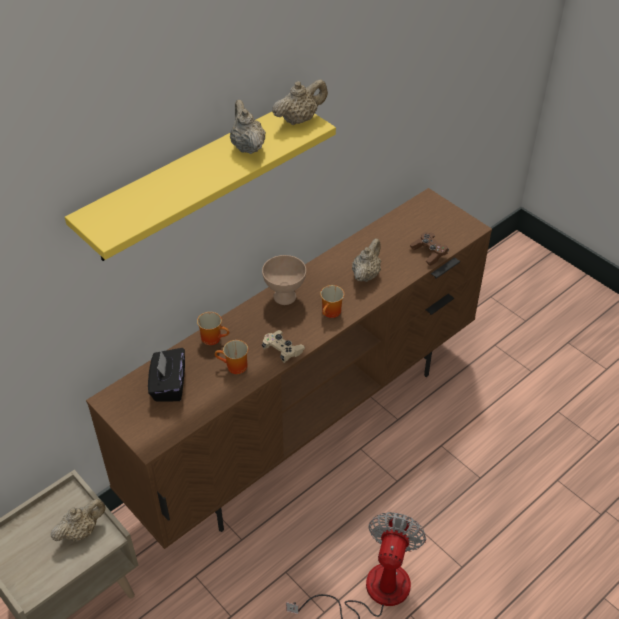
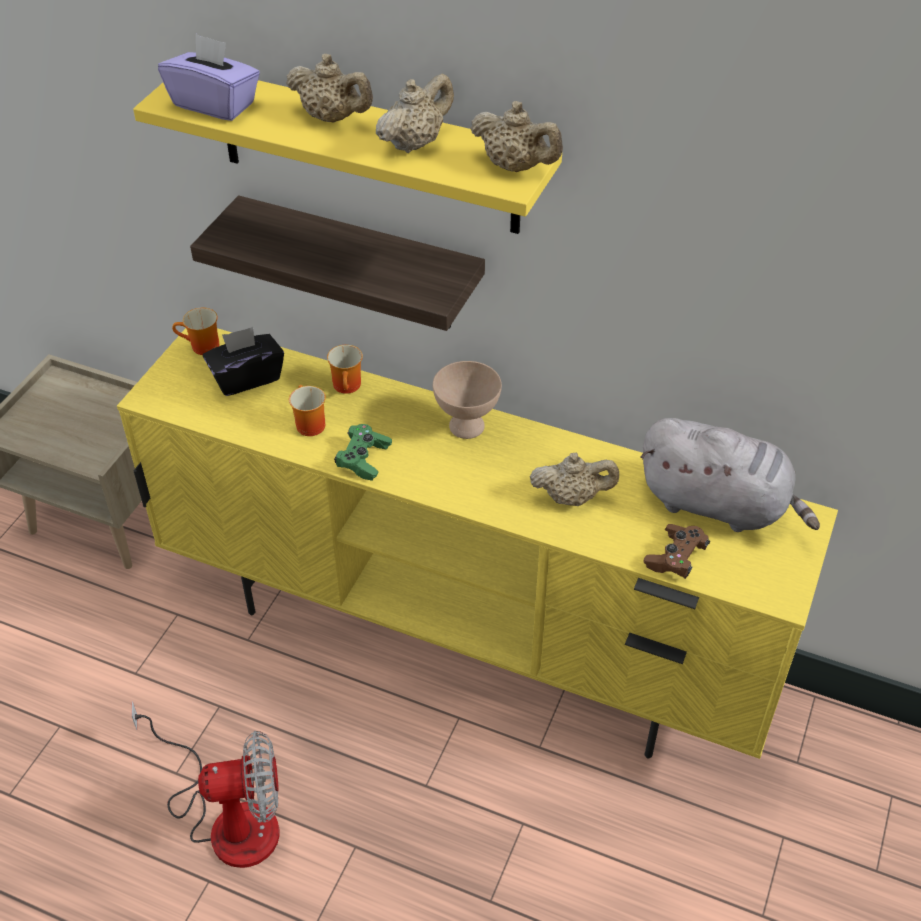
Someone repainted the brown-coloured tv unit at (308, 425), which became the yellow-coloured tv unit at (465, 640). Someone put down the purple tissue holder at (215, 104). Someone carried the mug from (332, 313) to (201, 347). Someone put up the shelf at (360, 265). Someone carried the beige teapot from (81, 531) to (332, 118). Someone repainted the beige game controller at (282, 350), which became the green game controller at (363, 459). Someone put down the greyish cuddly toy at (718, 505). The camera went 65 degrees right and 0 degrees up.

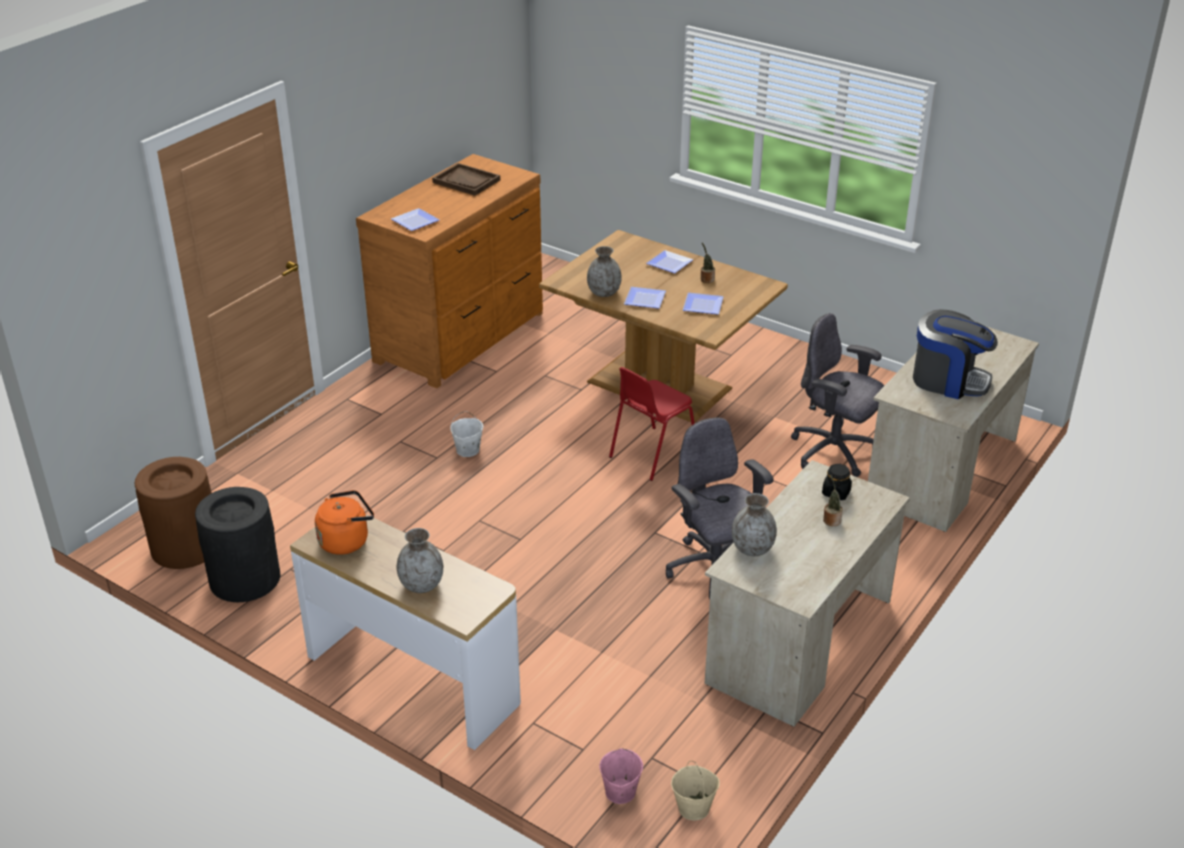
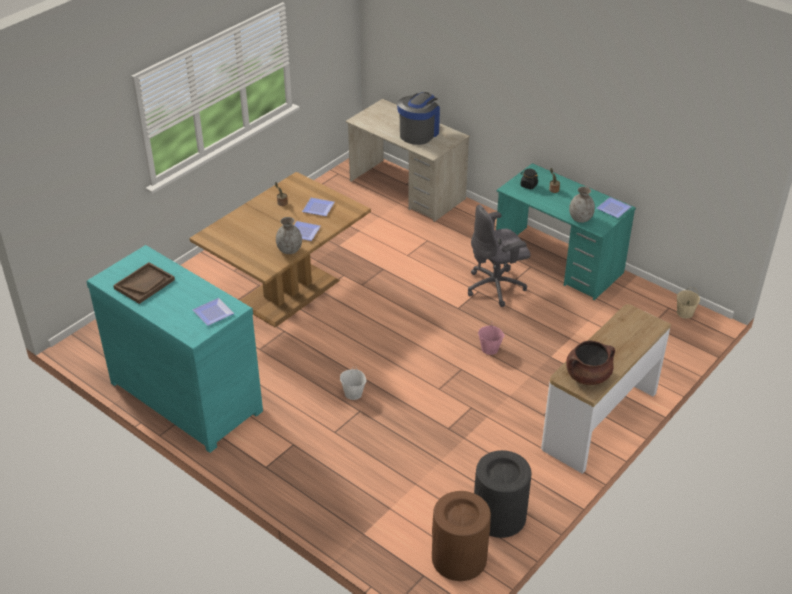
Someone repainted the brown-coloured dresser at (462, 337), which became the turquoise dresser at (188, 395). Someone carried the pink-coloured water bucket from (620, 792) to (490, 349). Someone repainted the beige desk at (799, 642), which became the turquoise desk at (558, 263). Someone swapped the orangey tea kettle at (346, 540) for the brown-coloured stockpot at (588, 376). Someone carried the plate from (671, 263) to (613, 208). Someone took away the greyish flower vase at (422, 585). Someone took away the red plain chair at (652, 454). Someone took away the greyish office chair at (834, 452). The camera went 85 degrees left and 5 degrees up.

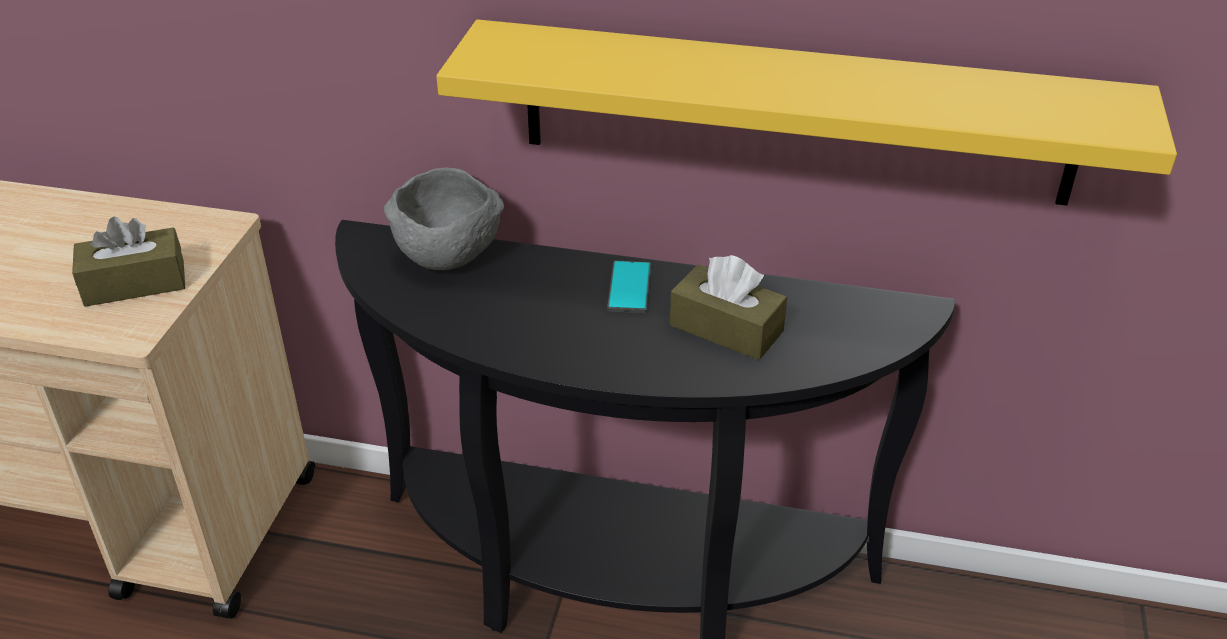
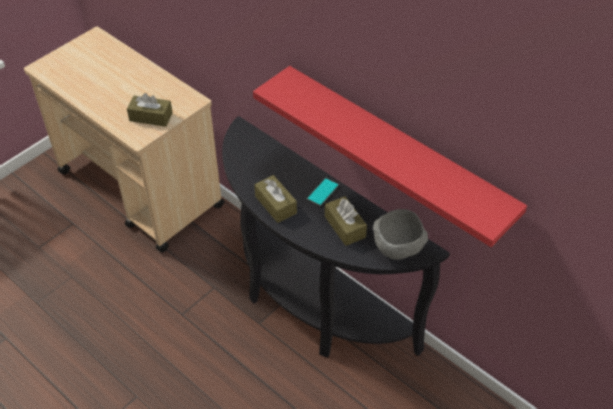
Someone repainted the yellow-coloured shelf at (794, 112), which became the red shelf at (396, 151). Someone put down the brown-coloured tissue holder at (275, 205). Someone carried the greyish bowl from (450, 256) to (399, 249). The camera went 30 degrees right and 10 degrees up.

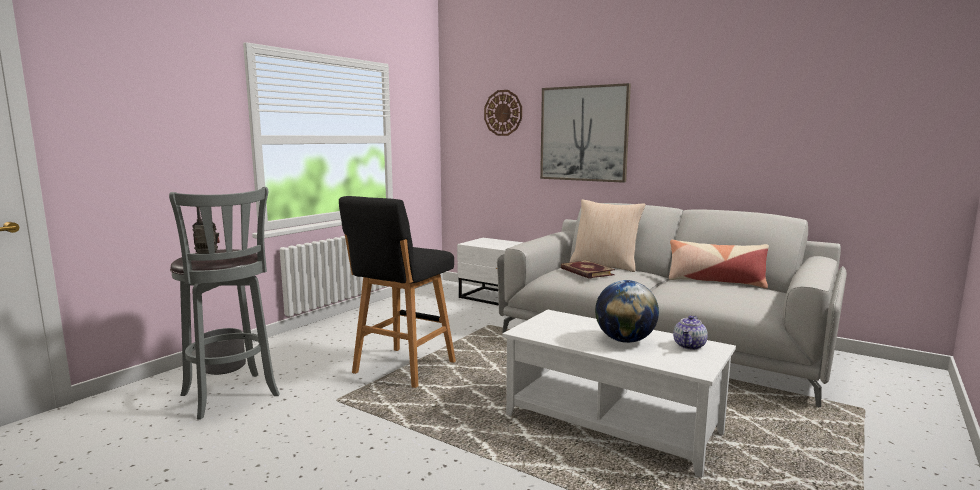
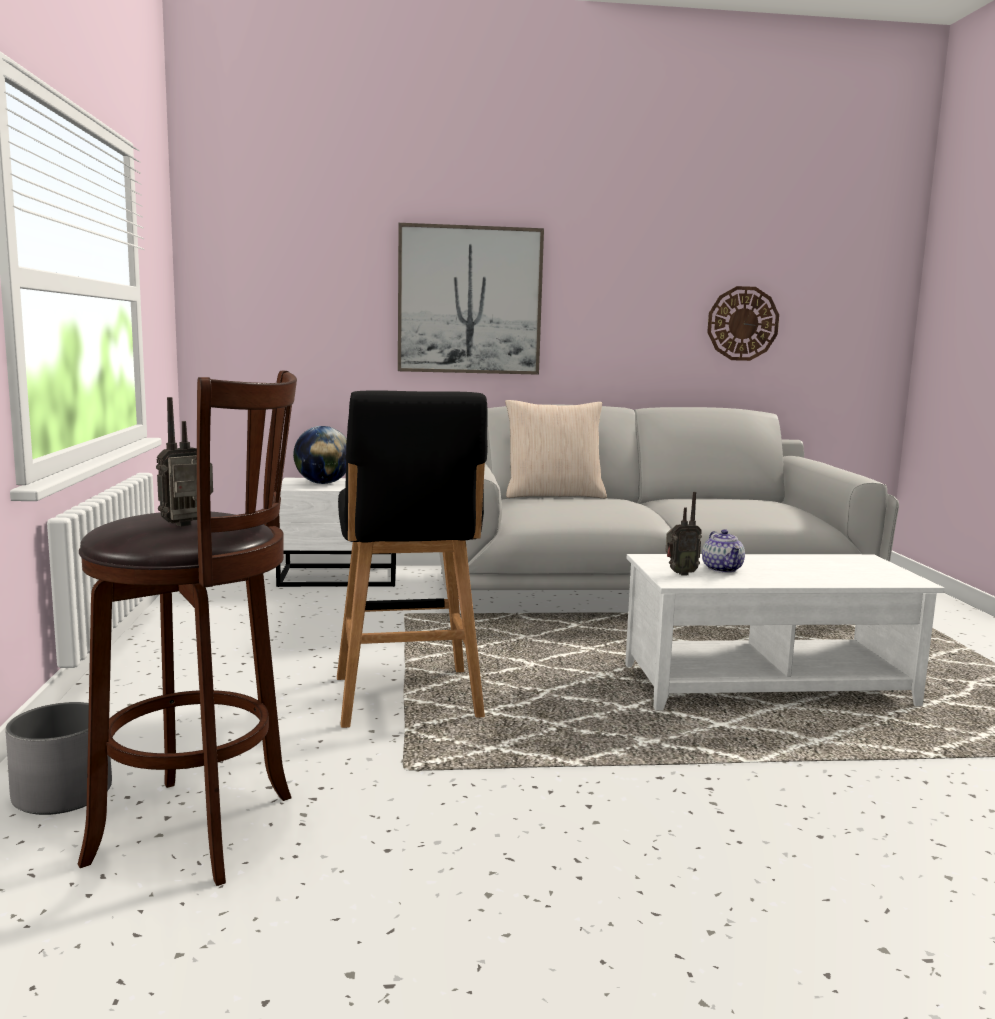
Someone repainted the greyish stool seat at (232, 397), which became the brown-coloured stool seat at (203, 830). Someone carried the globe from (625, 340) to (323, 483). Someone put down the radio at (679, 573). Someone carried the teapot from (689, 346) to (722, 569). Someone carried the clock on the wall from (503, 113) to (742, 323). Someone took away the book at (586, 272). Someone took away the pillow at (715, 281). The camera went 40 degrees left and 0 degrees up.

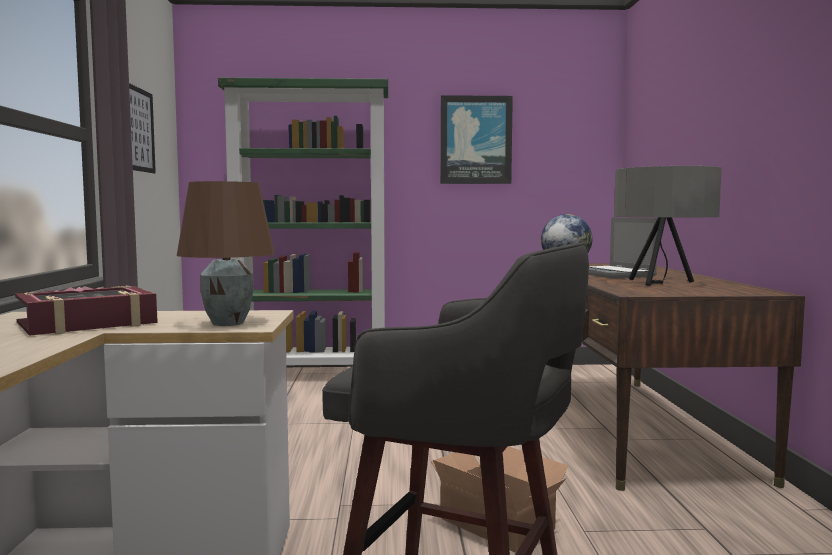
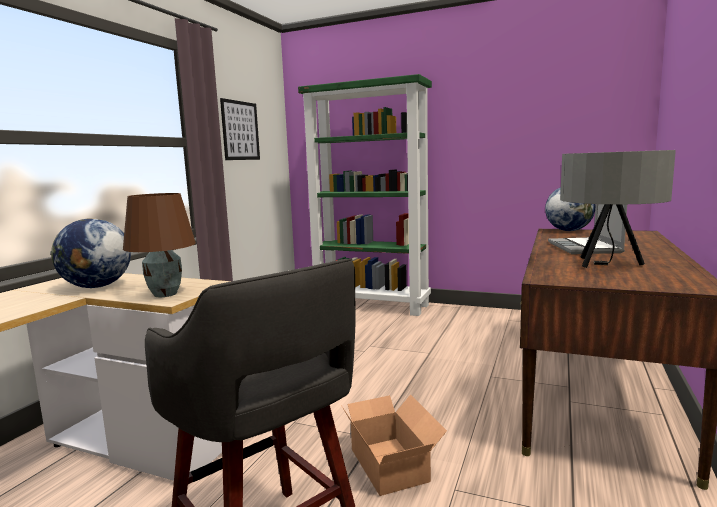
Someone swapped the book at (87, 323) for the globe at (96, 287). Someone took away the wall picture at (475, 140). The camera went 25 degrees right and 5 degrees up.

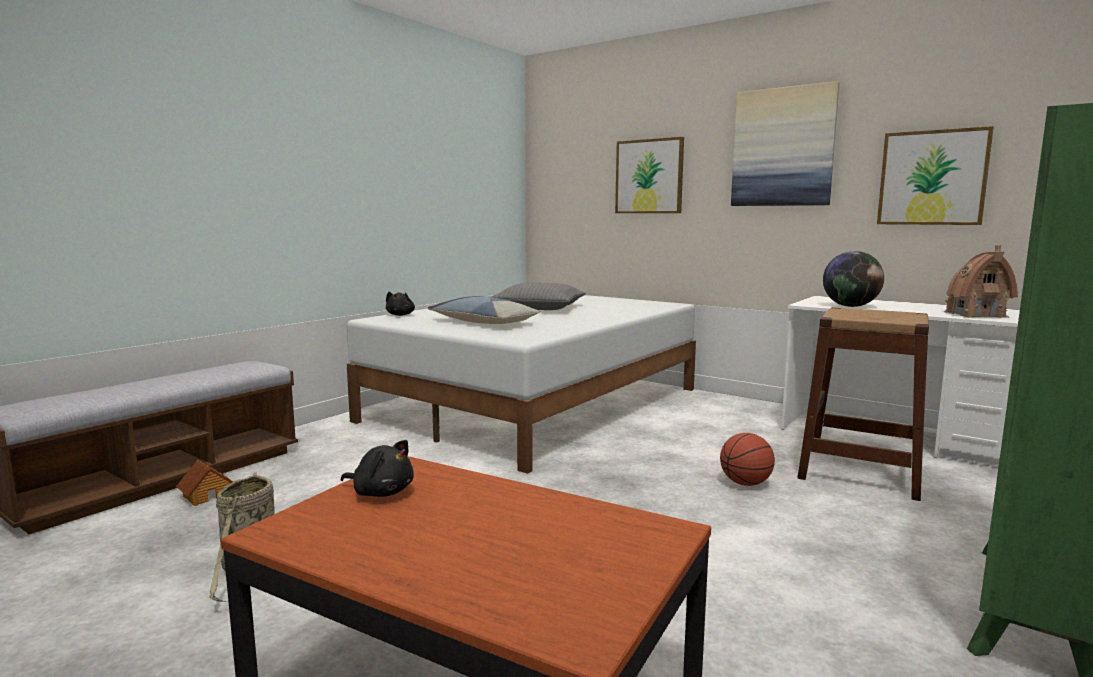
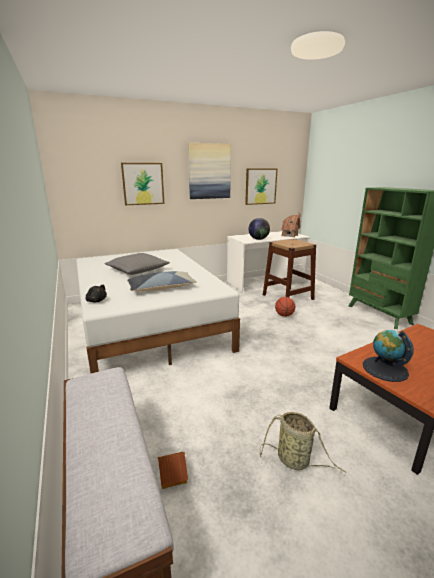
Someone swapped the black-coloured cuddly toy at (381, 492) for the globe at (384, 369). The camera went 60 degrees left and 10 degrees up.

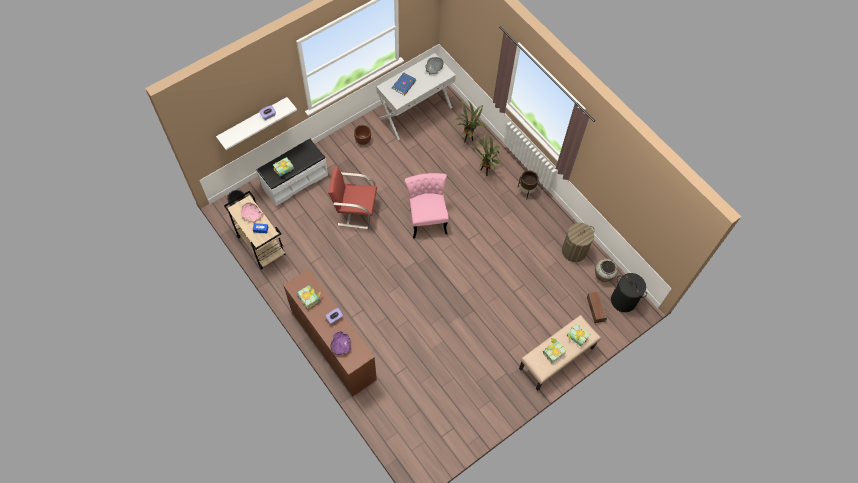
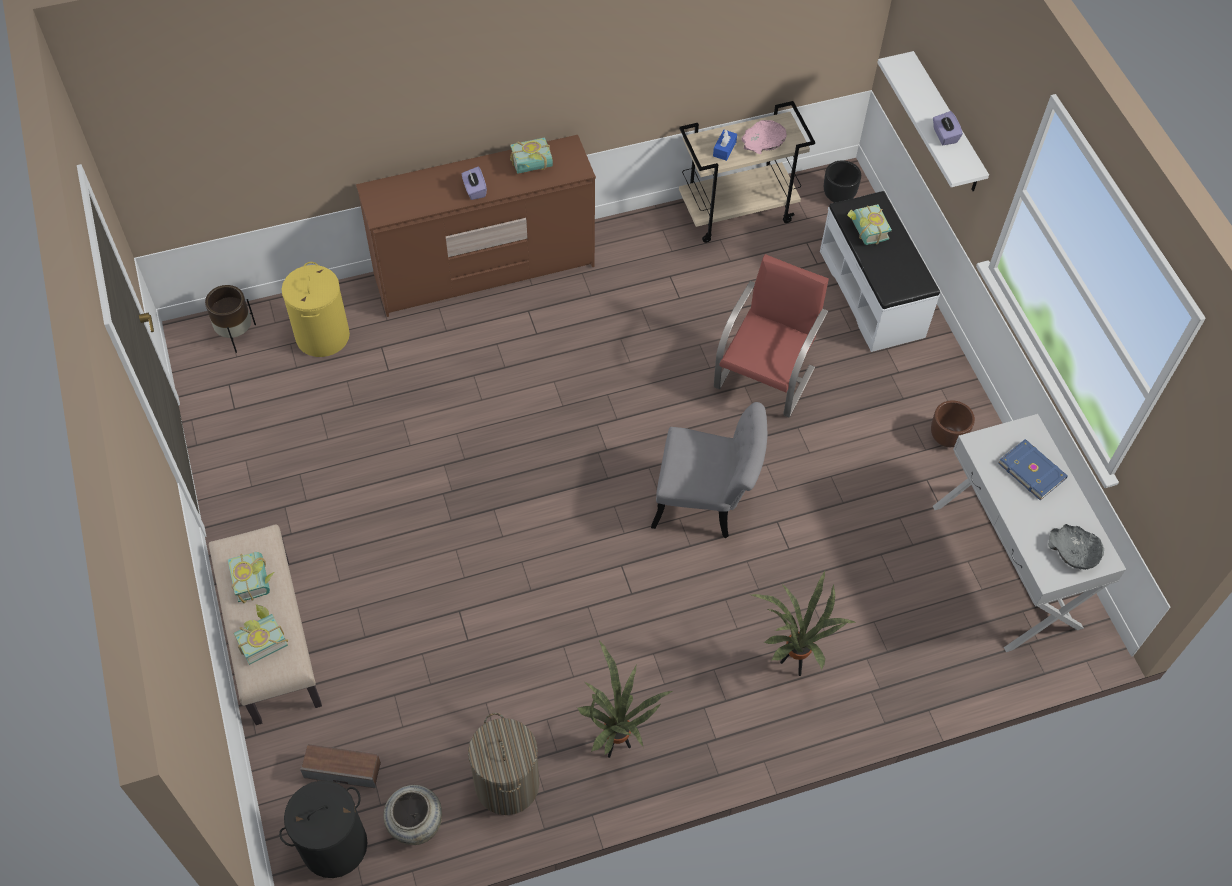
Someone carried the brown-coloured plant pot from (526, 191) to (236, 334). Someone put down the yellow-coloured hamper at (322, 335). Someone carried the potted plant from (467, 139) to (616, 744). Someone repainted the pink-coloured plain chair at (427, 217), which became the greyish plain chair at (706, 502). Someone took away the purple bowl at (341, 345). The camera went 110 degrees right and 5 degrees down.

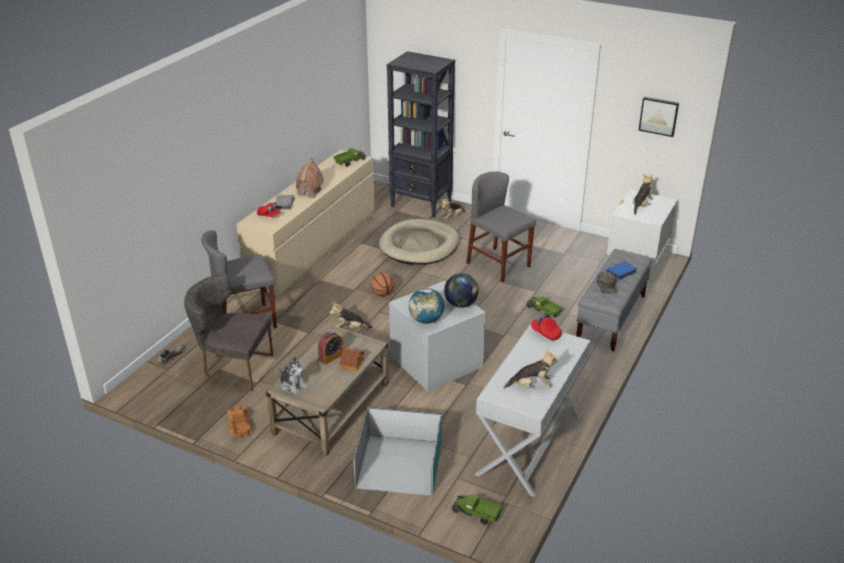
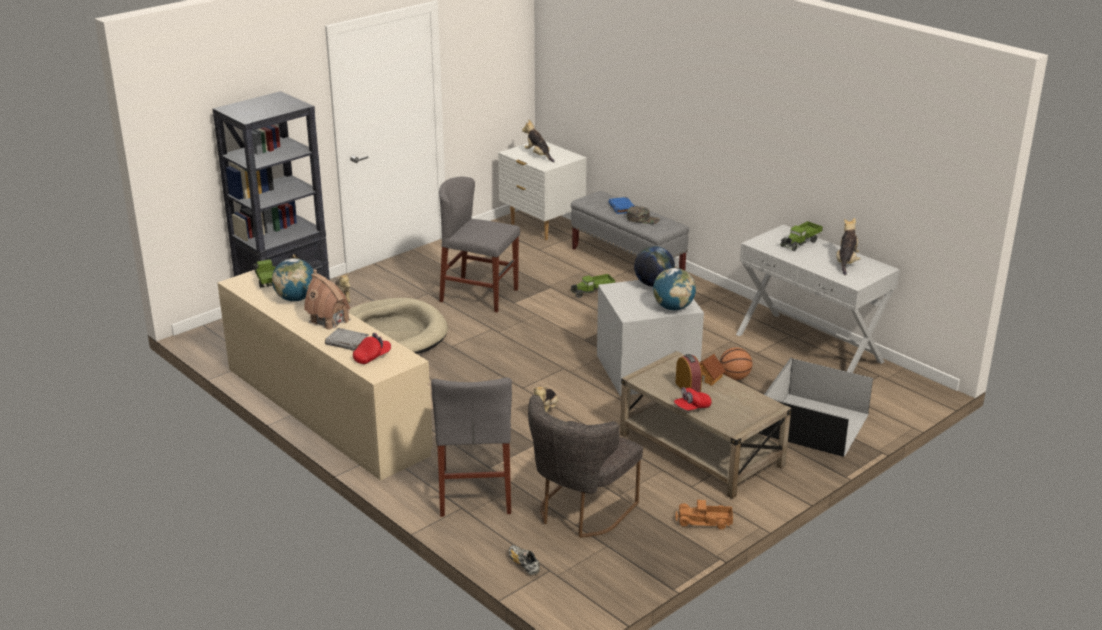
Someone put down the globe at (296, 299). Someone rotated the greyish plain chair at (498, 265) by 45 degrees clockwise. Someone carried the red cap from (545, 333) to (692, 408). Someone carried the basketball ball from (382, 294) to (734, 377). Someone repainted the turquoise storage container at (398, 464), which became the black-coloured storage container at (814, 424). Someone carried the model truck from (476, 514) to (800, 243). Someone took away the cuddly toy at (293, 385). Someone took away the wall picture at (659, 116). The camera went 70 degrees left and 5 degrees down.

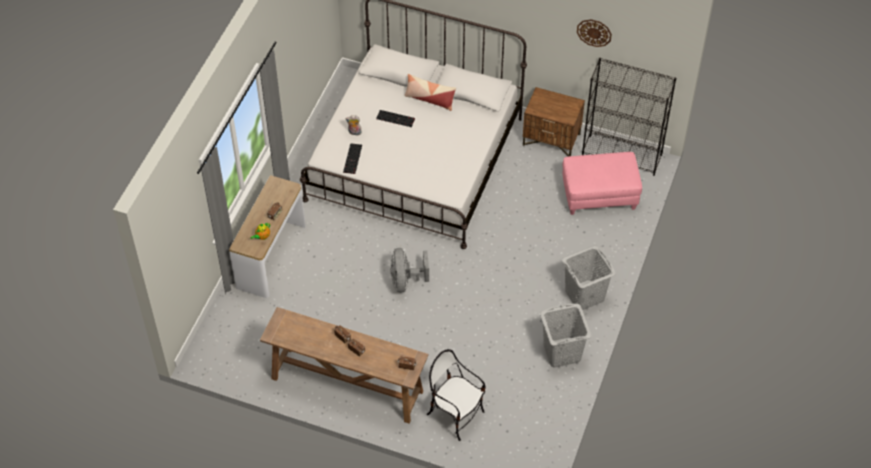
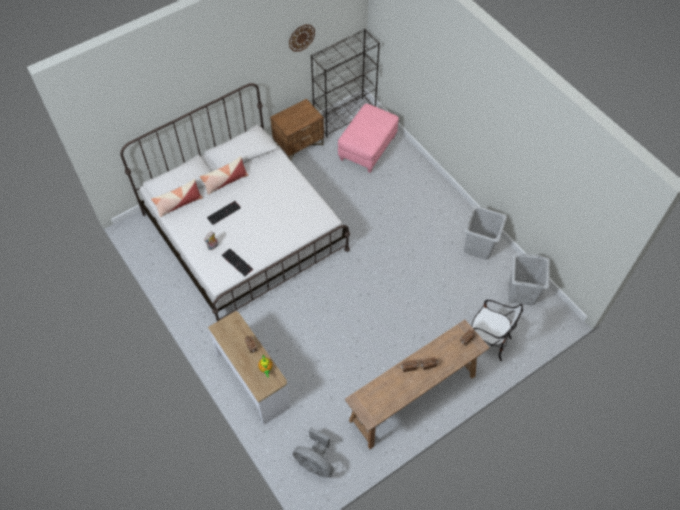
Someone put down the pillow at (179, 204). Someone carried the greyish cooling fan from (406, 281) to (315, 462). Someone rotated the plain chair at (455, 415) by 135 degrees counterclockwise. Someone carried the greyish hamper from (585, 295) to (522, 292). The camera went 55 degrees left and 5 degrees up.

